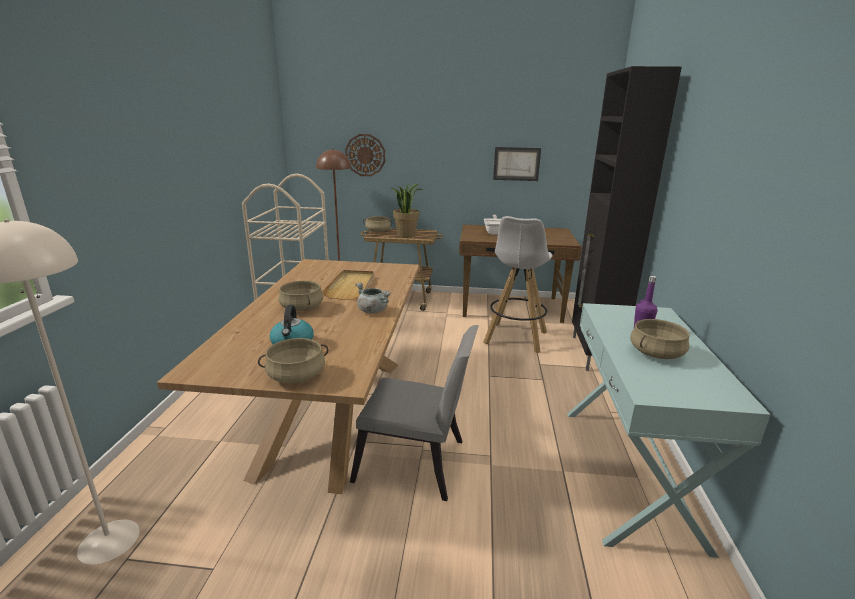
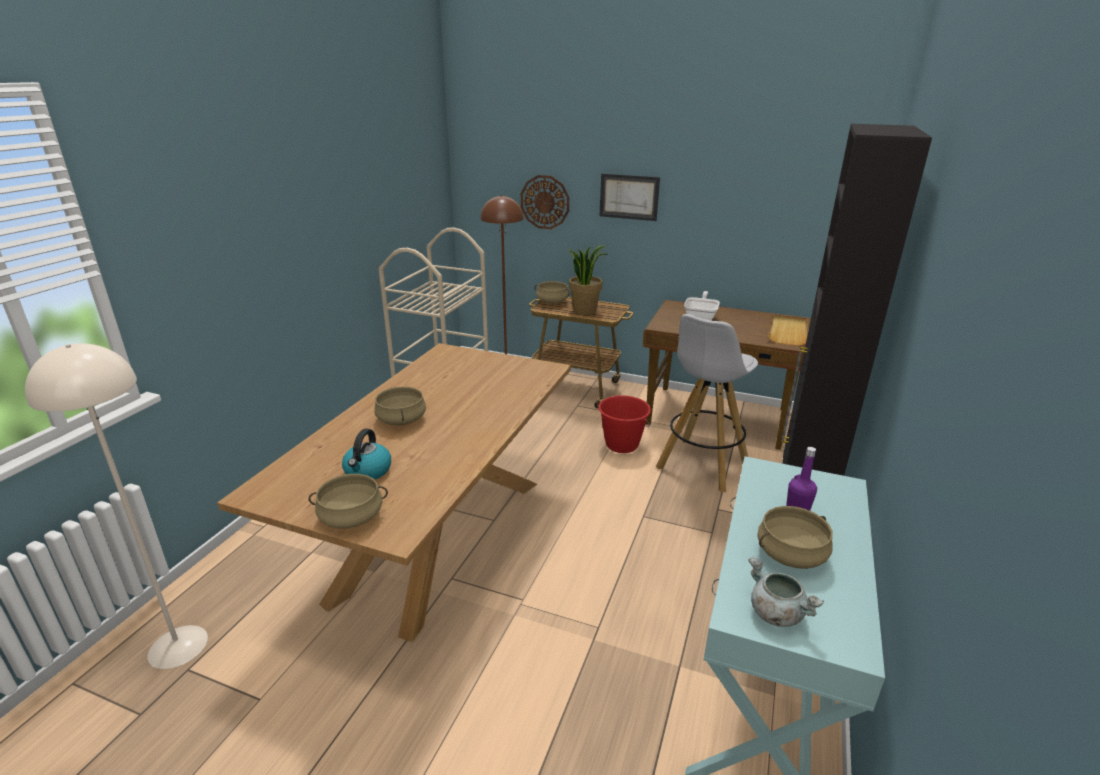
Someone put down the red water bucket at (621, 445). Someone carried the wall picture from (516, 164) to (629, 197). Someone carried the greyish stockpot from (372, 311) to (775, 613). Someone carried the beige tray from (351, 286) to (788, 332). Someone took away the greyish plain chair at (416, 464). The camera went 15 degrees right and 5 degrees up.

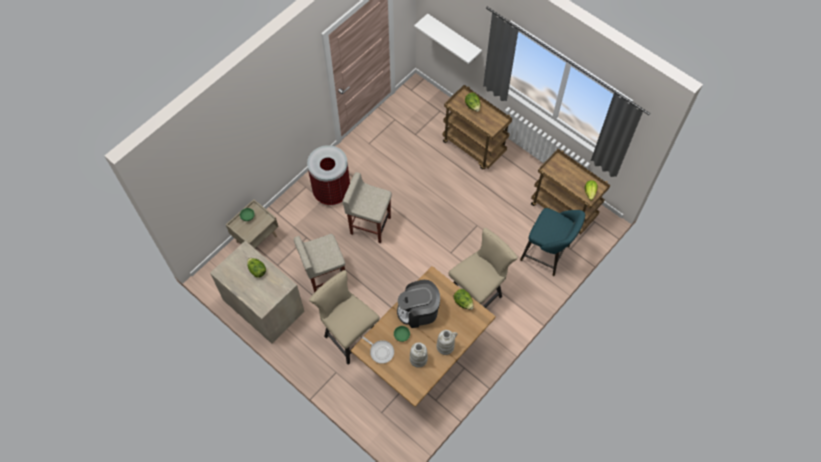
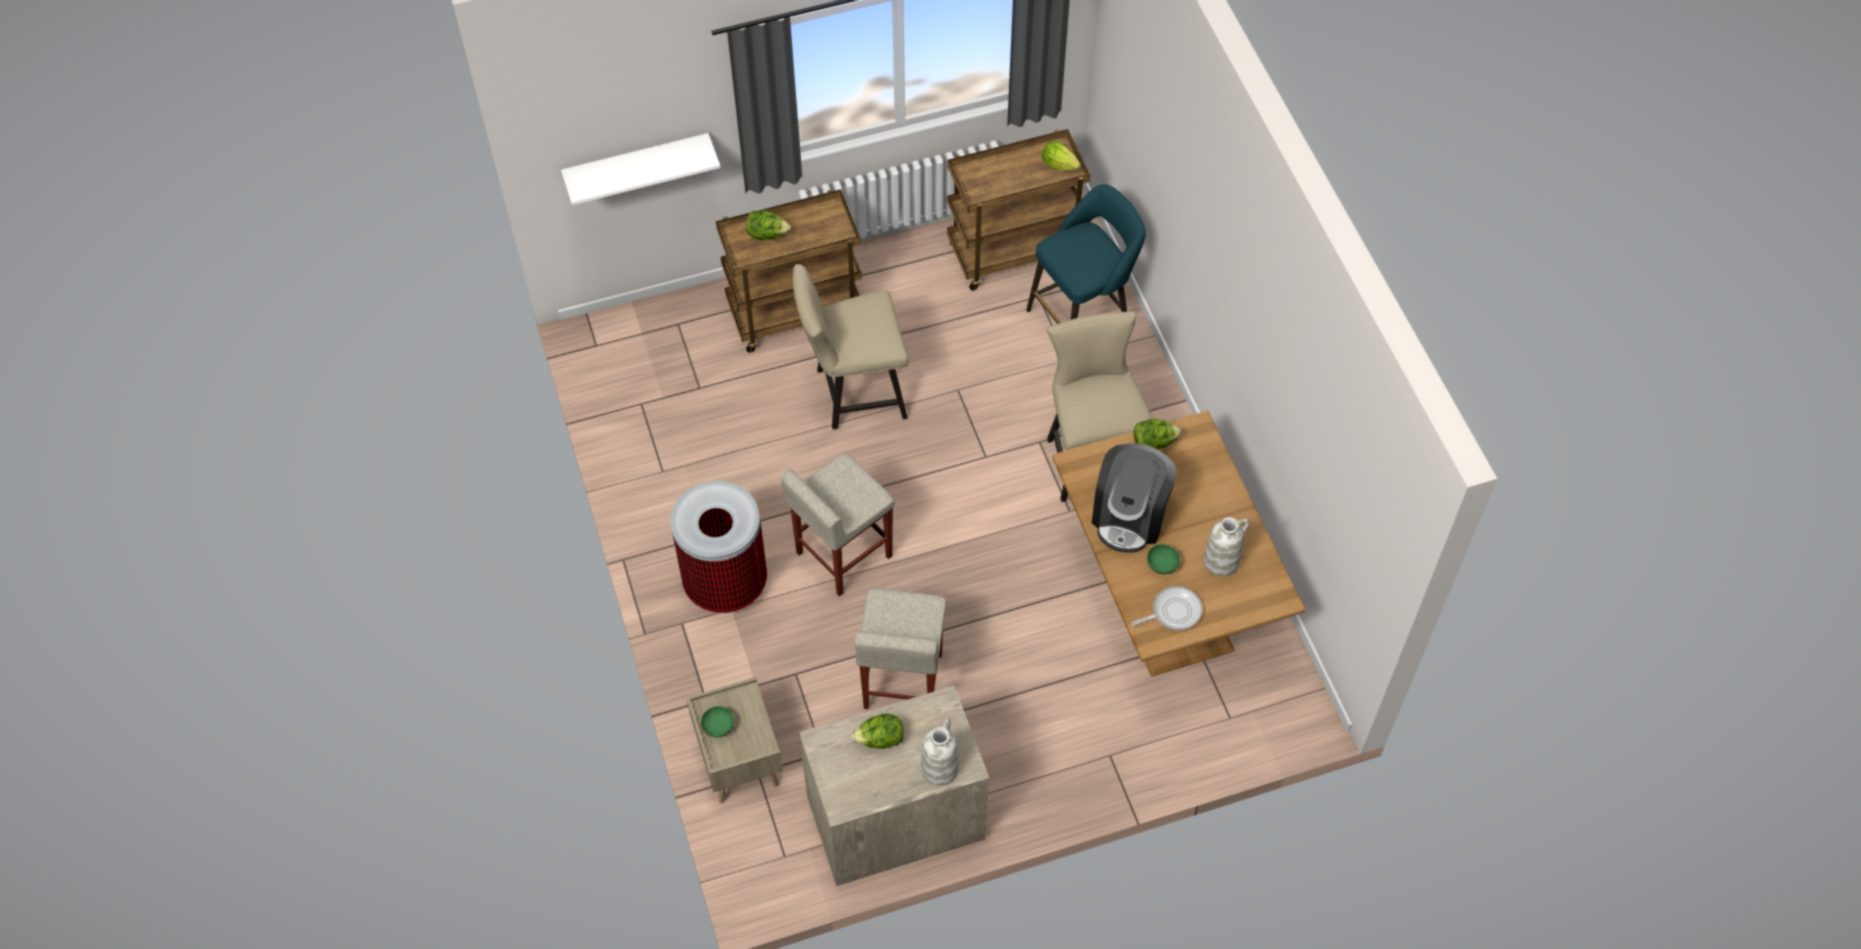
Someone carried the beige plain chair from (348, 334) to (853, 393). Someone carried the whitish flower vase from (445, 346) to (939, 767). The camera went 60 degrees left and 5 degrees down.

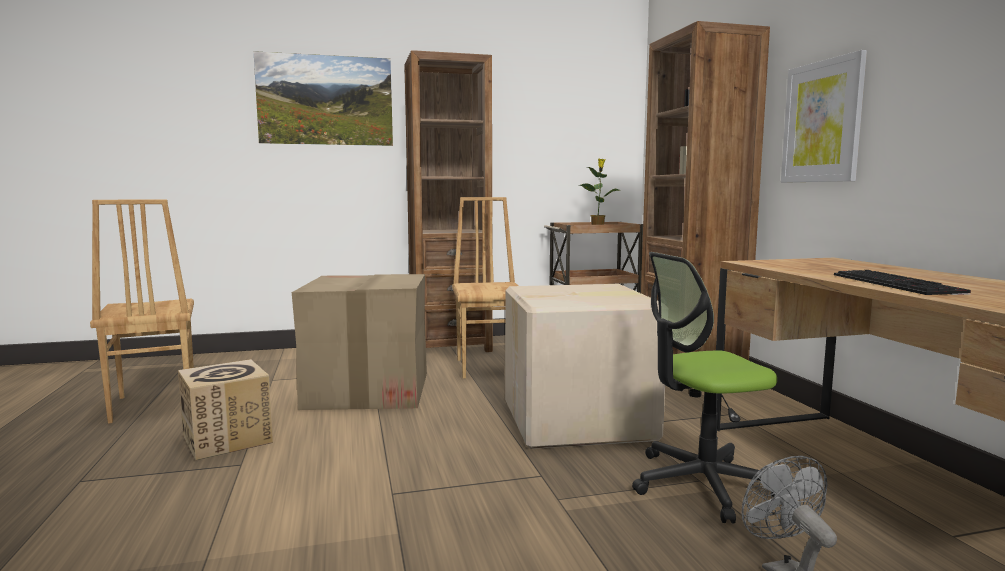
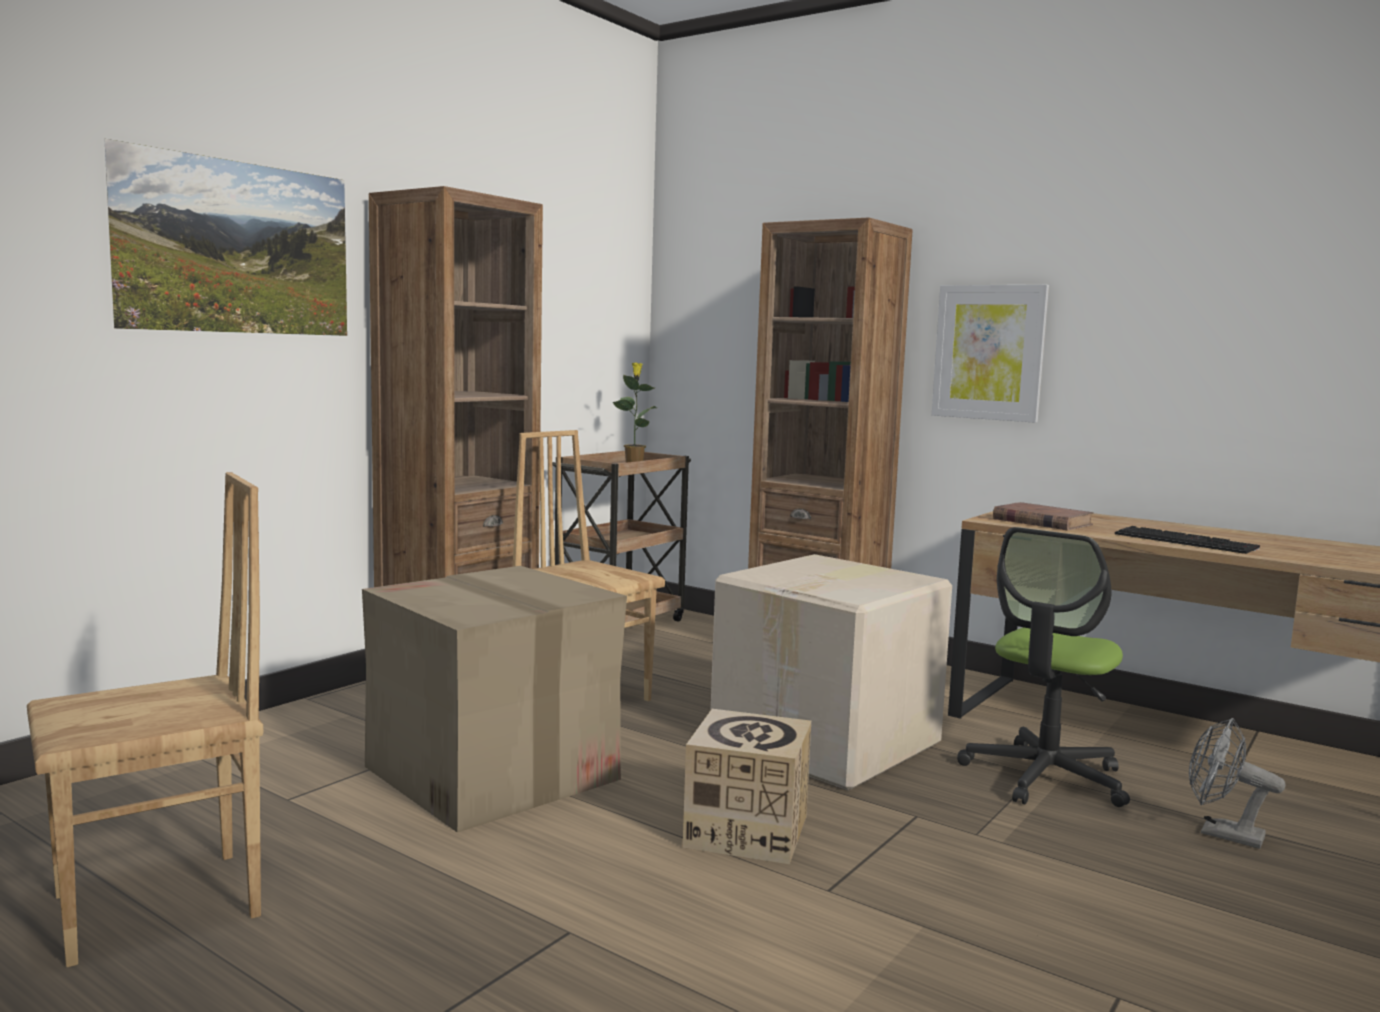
Someone rotated the brown-coloured plain chair at (152, 405) by 60 degrees counterclockwise. Someone carried the cardboard box from (227, 439) to (746, 831). Someone put down the brown-coloured book at (1041, 522). The camera went 40 degrees left and 0 degrees up.

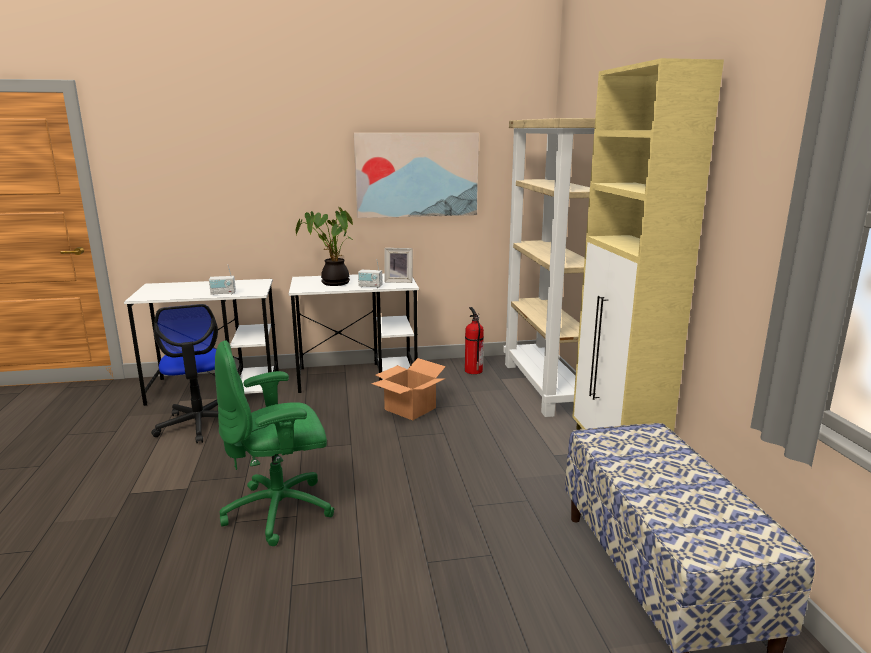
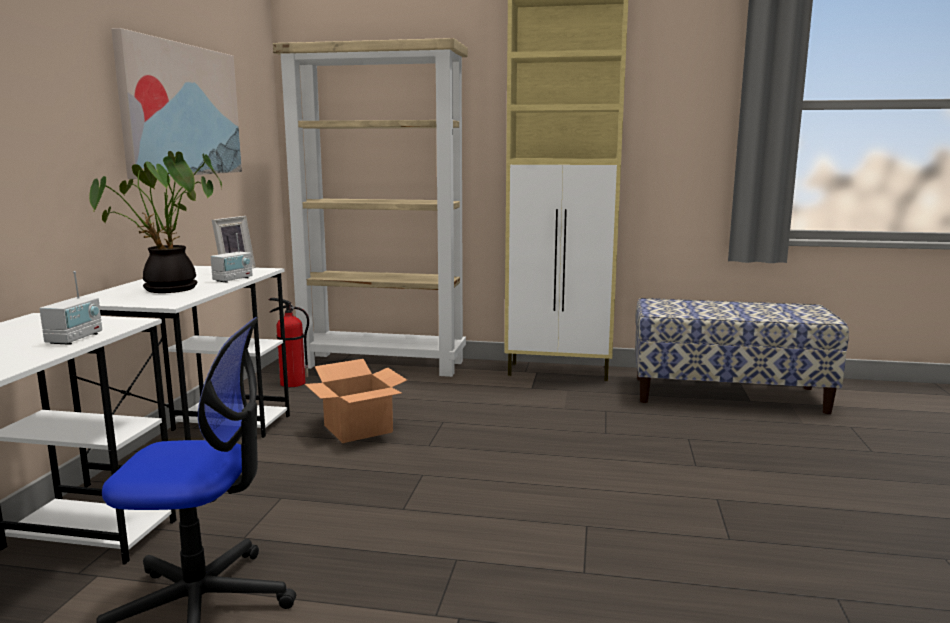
Someone took away the green office chair at (281, 510). The camera went 70 degrees left and 5 degrees down.

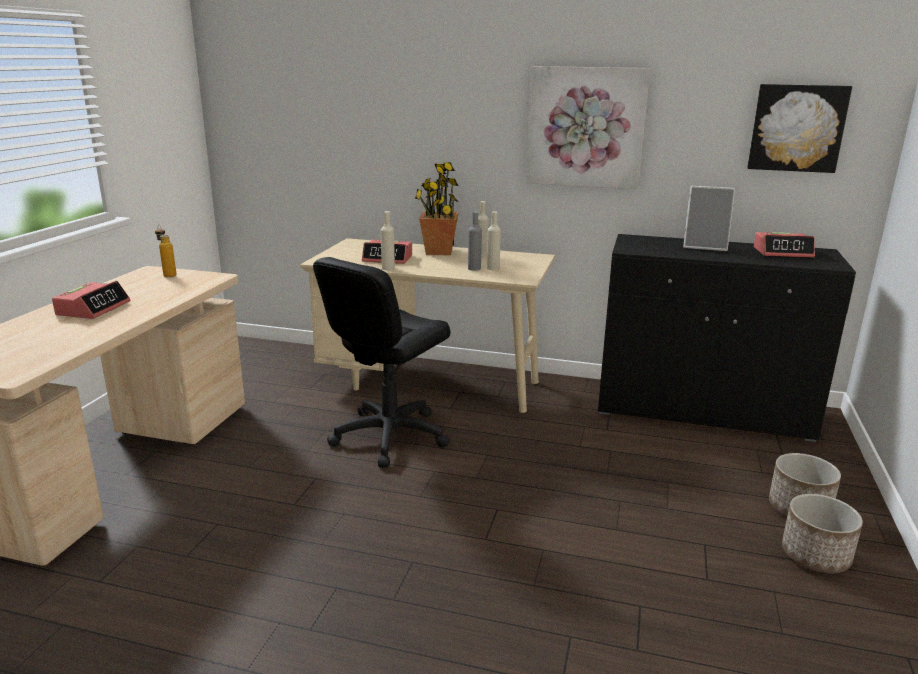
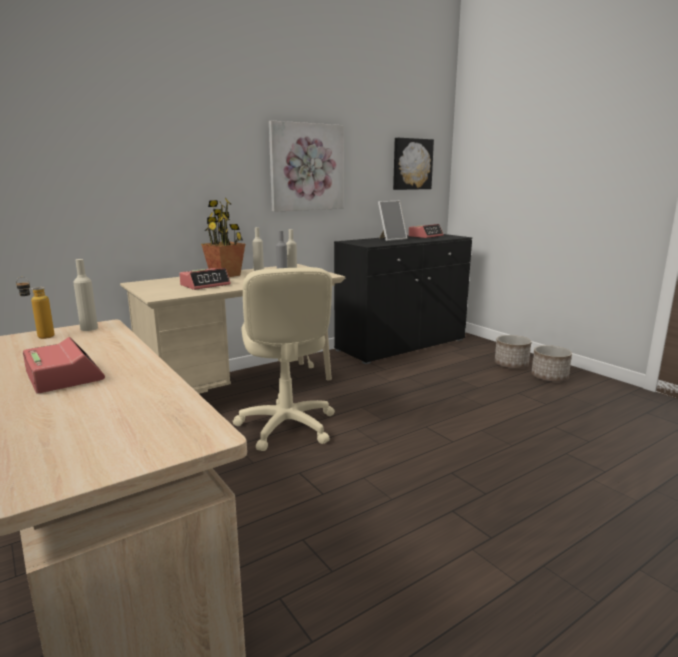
Someone carried the beige bottle from (388, 268) to (89, 328). Someone repainted the black-coloured office chair at (389, 436), which became the beige office chair at (286, 426). The camera went 50 degrees left and 5 degrees down.

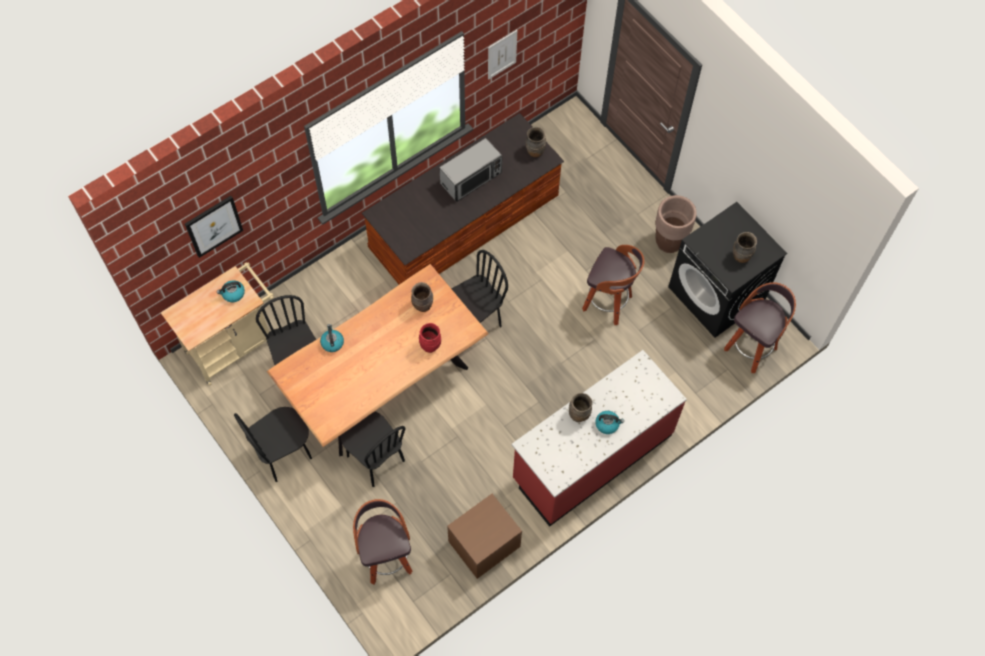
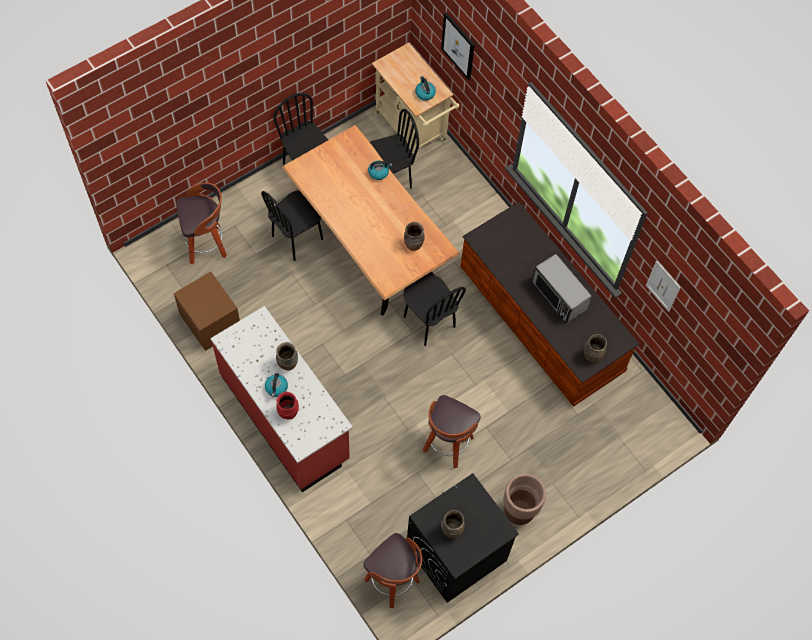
Someone carried the red flower vase from (430, 345) to (288, 413). The camera went 90 degrees right and 0 degrees up.

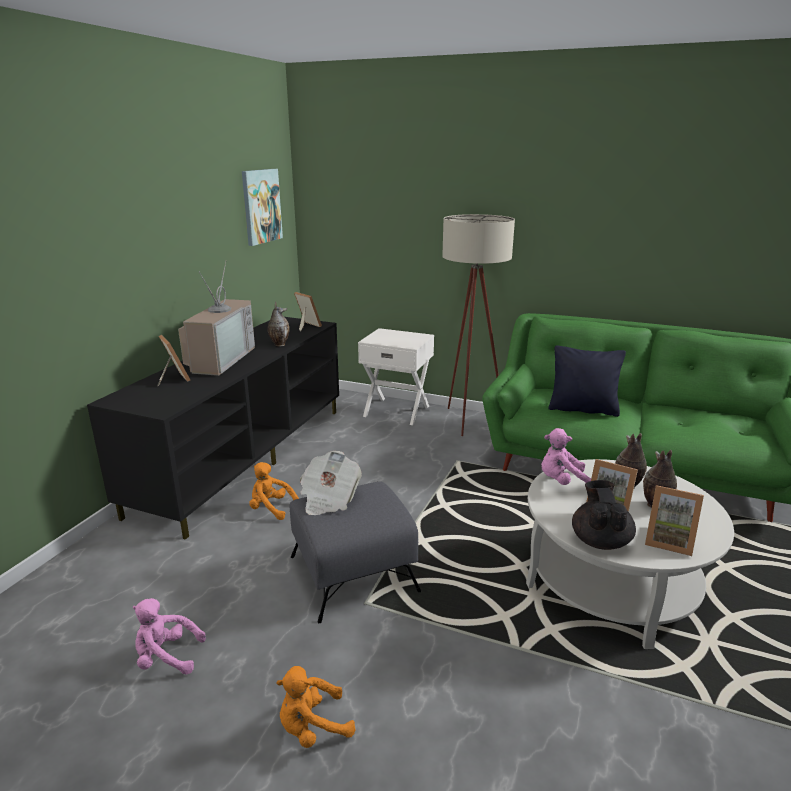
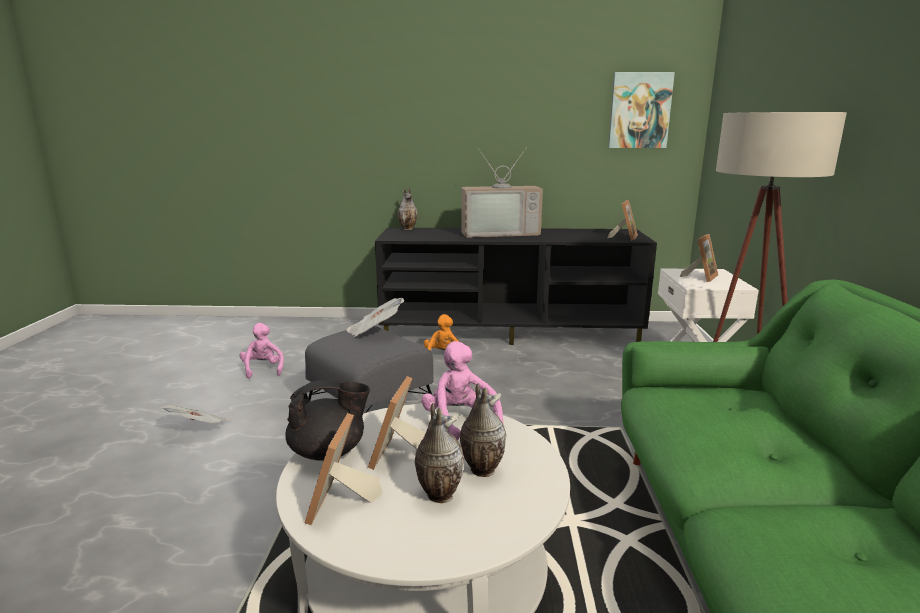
Someone swapped the orangey cuddly toy at (312, 727) for the newspaper at (199, 429). Someone carried the flower vase from (279, 344) to (408, 229). Someone carried the picture frame from (173, 379) to (700, 277). Someone took away the black-coloured pillow at (583, 409). The camera went 70 degrees right and 5 degrees down.

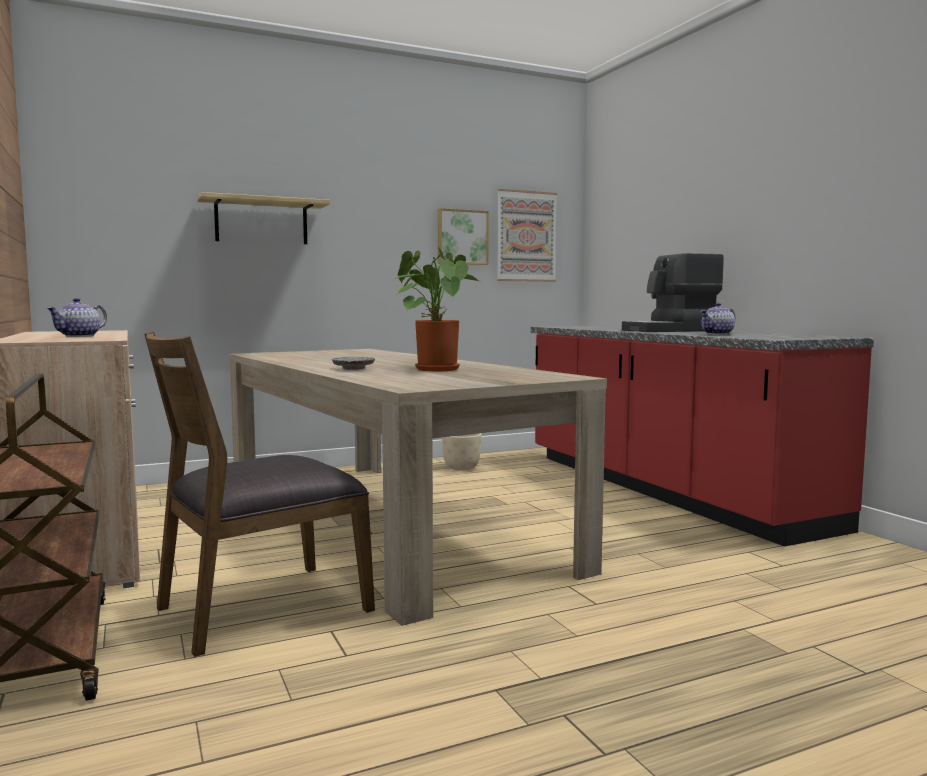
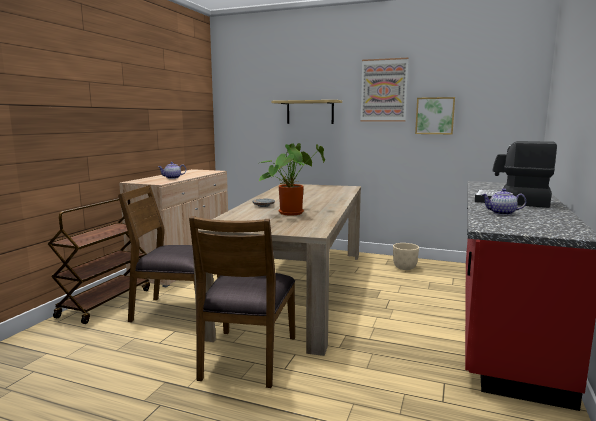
Someone put down the brown-coloured plain chair at (247, 357). Someone carried the wall picture from (526, 236) to (383, 90). The camera went 45 degrees right and 5 degrees up.

